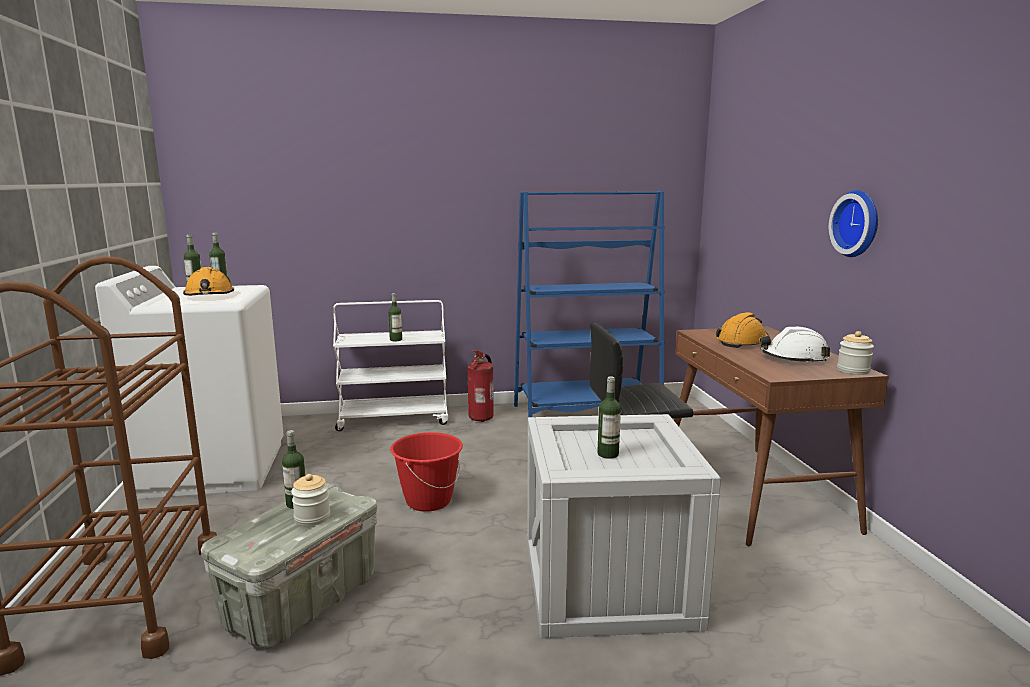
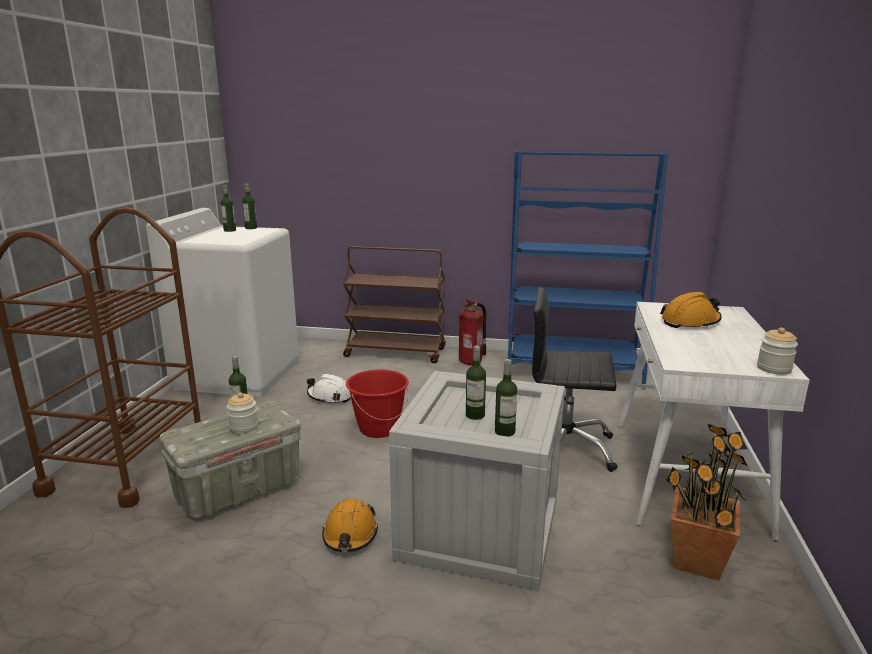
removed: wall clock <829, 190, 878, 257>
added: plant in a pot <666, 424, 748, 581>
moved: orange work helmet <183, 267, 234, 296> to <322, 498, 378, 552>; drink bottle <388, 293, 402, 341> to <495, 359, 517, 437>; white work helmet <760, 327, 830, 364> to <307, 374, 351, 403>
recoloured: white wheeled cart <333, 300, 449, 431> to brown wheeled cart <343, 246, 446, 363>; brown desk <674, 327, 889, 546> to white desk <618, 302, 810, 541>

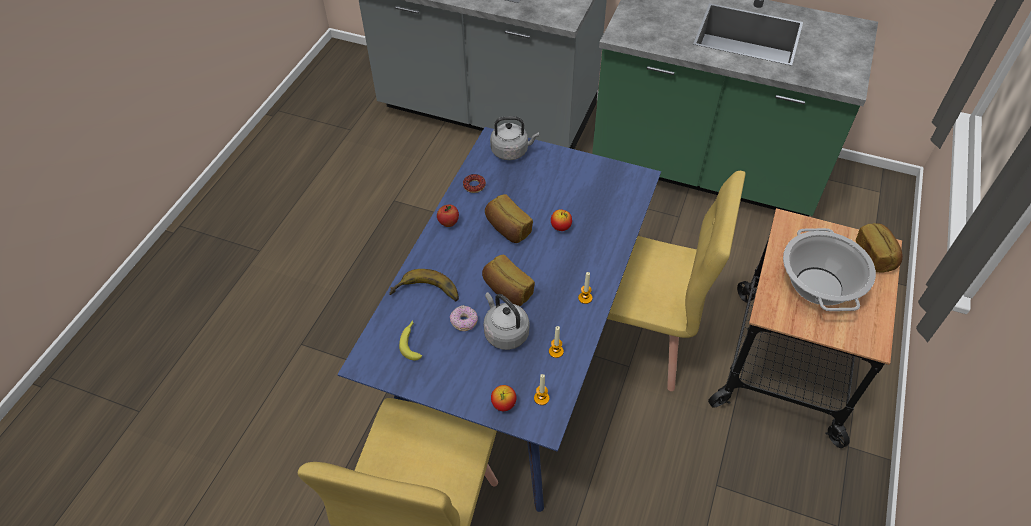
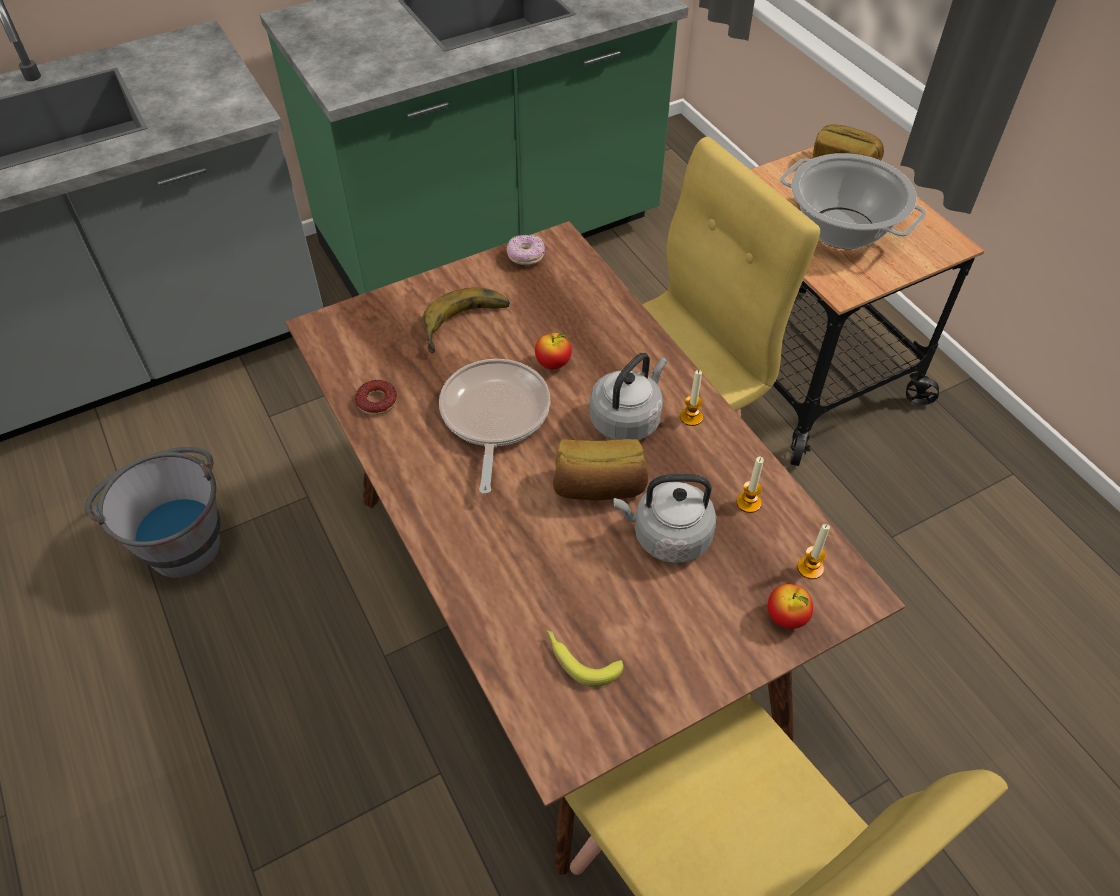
removed: whole apple <437, 205, 459, 227>
added: grey bucket <85, 447, 221, 578>
moved: banana <389, 269, 459, 301> to <422, 287, 510, 353>; ring doughnut <450, 306, 478, 331> to <507, 235, 545, 265>; grey tea kettle <490, 116, 539, 160> to <589, 353, 667, 440>
replaced: bakery bread <485, 194, 533, 243> to pan <439, 359, 550, 494>
recoloured: blue dining table <337, 127, 661, 512> to brown dining table <285, 221, 905, 875>

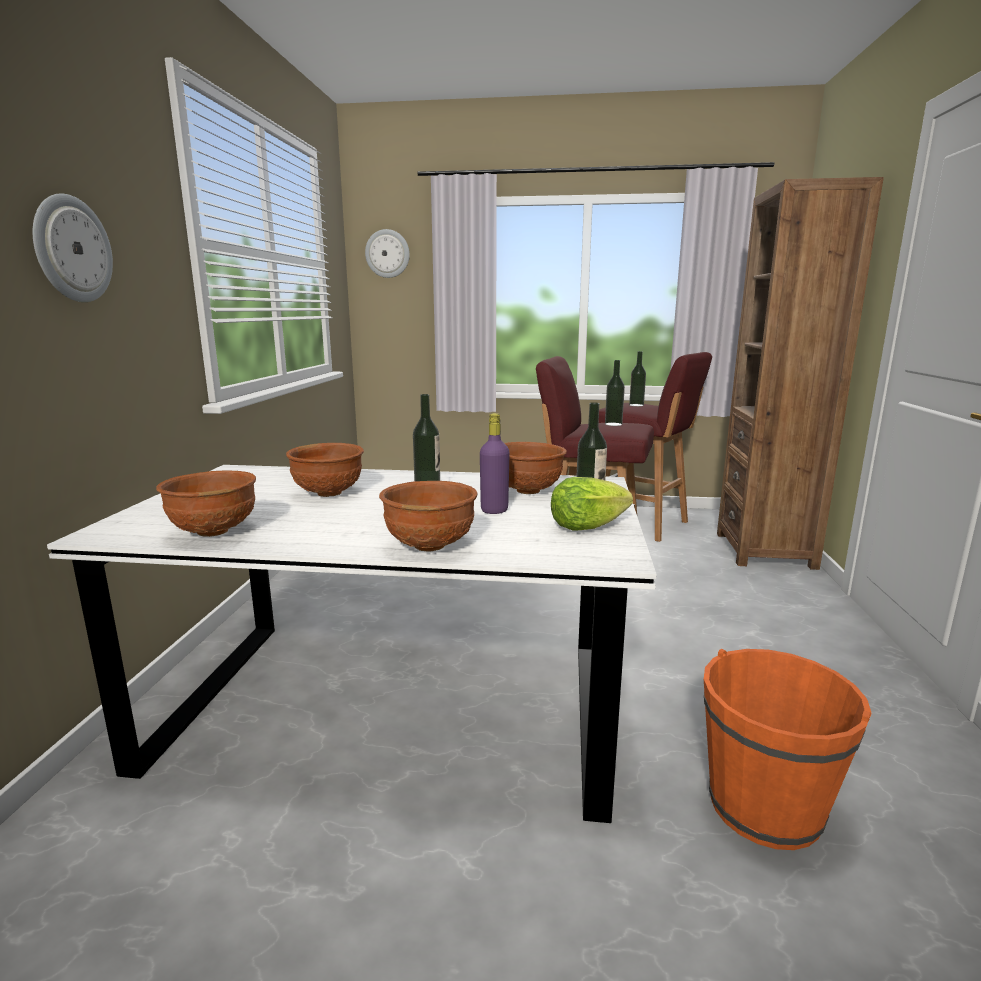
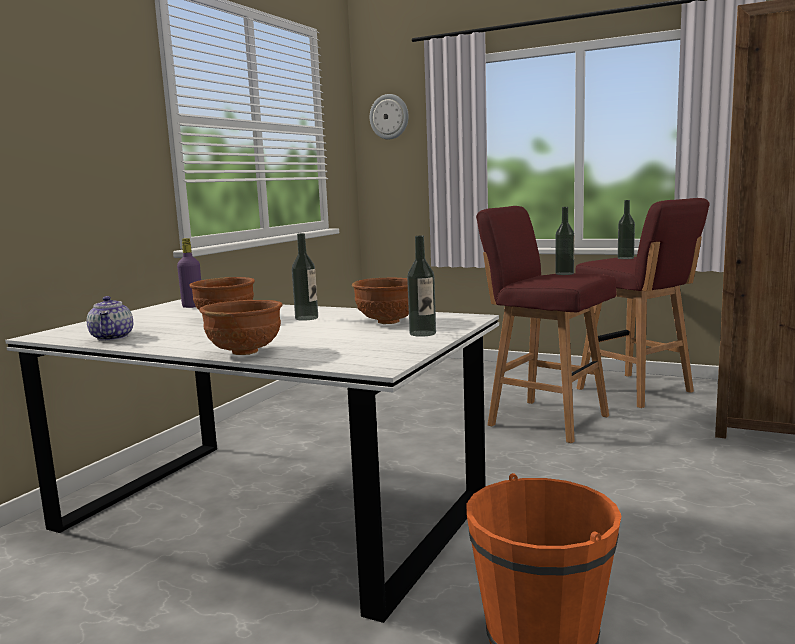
removed: wall clock <33, 193, 113, 302>; lettuce <551, 477, 633, 531>
moved: purple-coloured drink bottle <480, 413, 510, 514> to <177, 238, 201, 308>
replaced: brown bowl <156, 470, 256, 537> to tea pot <87, 296, 133, 341>

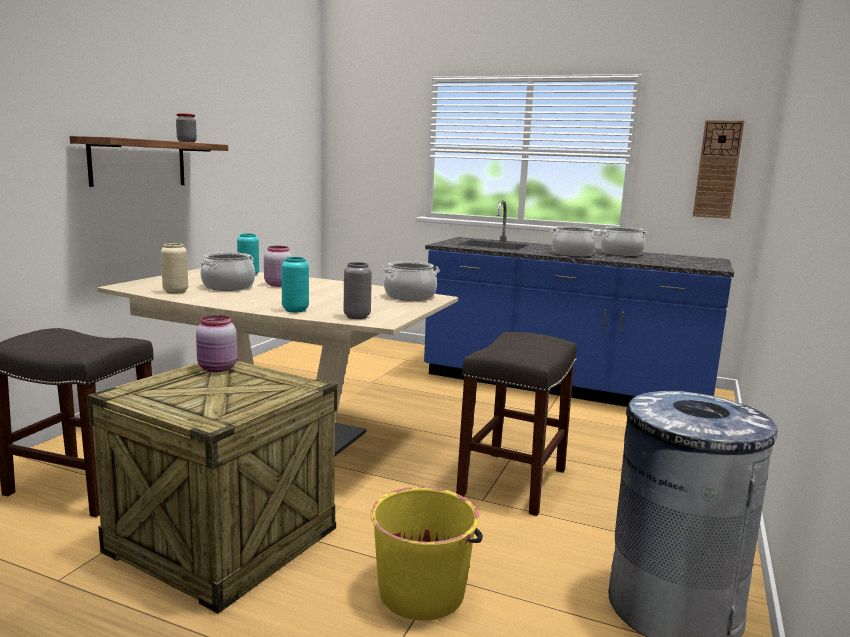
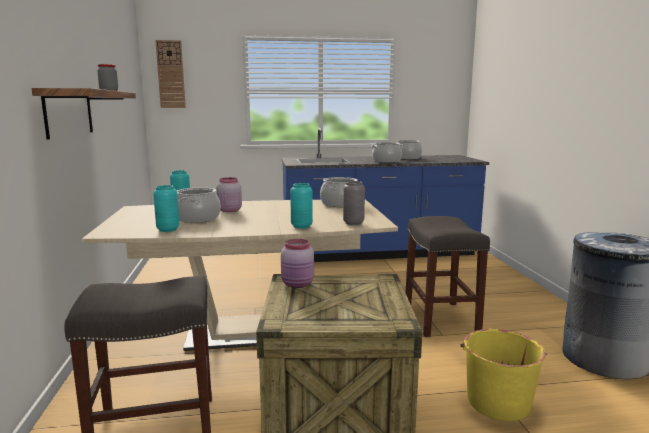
moved: wall clock <693, 120, 745, 219> to <155, 40, 186, 108>
recoloured: beige vase <161, 243, 188, 294> to blue-green vase <153, 185, 179, 232>

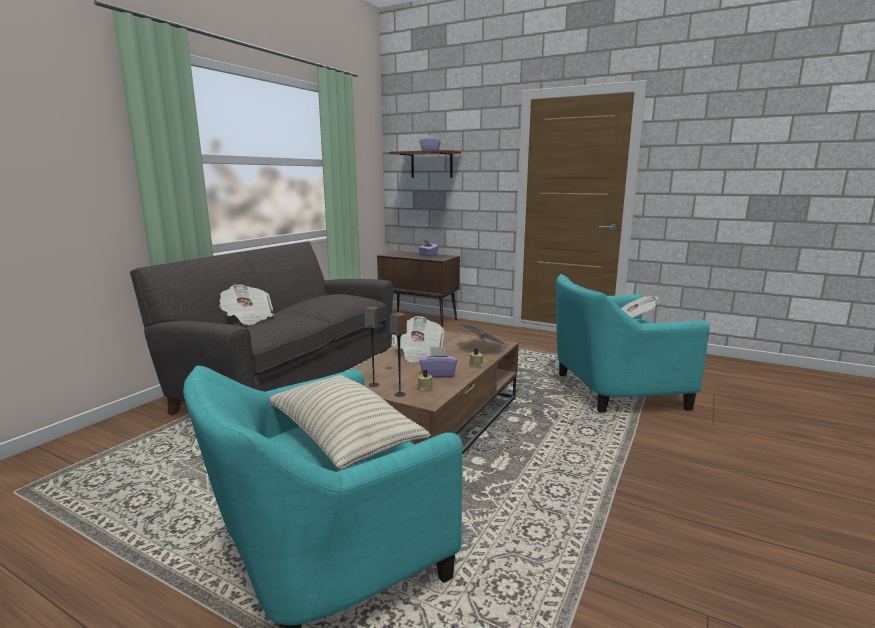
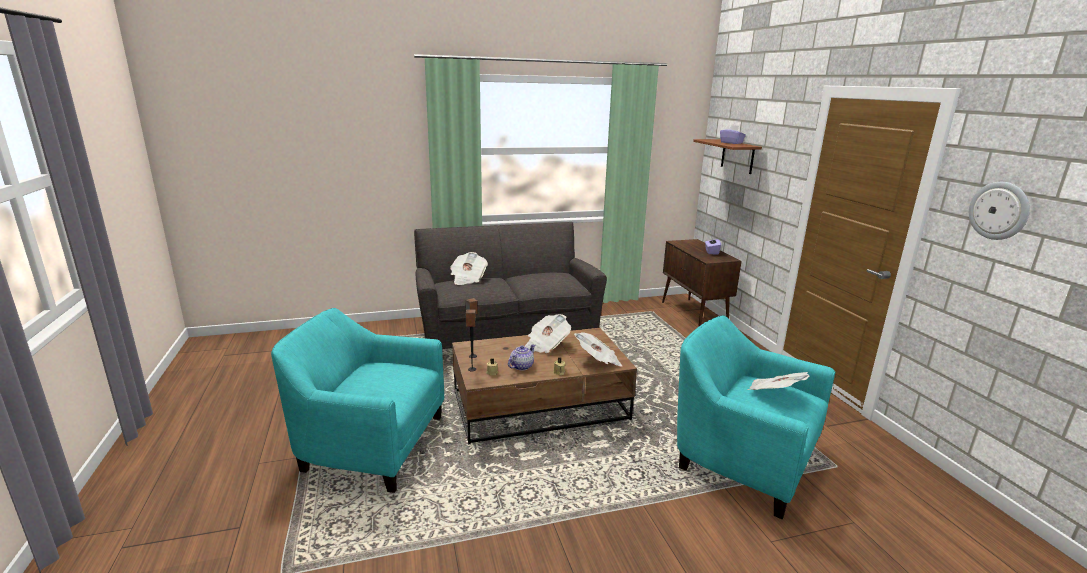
removed: pillow <269, 375, 431, 470>
added: wall clock <969, 182, 1030, 240>
replaced: purple-coloured tissue holder <420, 347, 457, 378> to tea pot <508, 344, 535, 371>

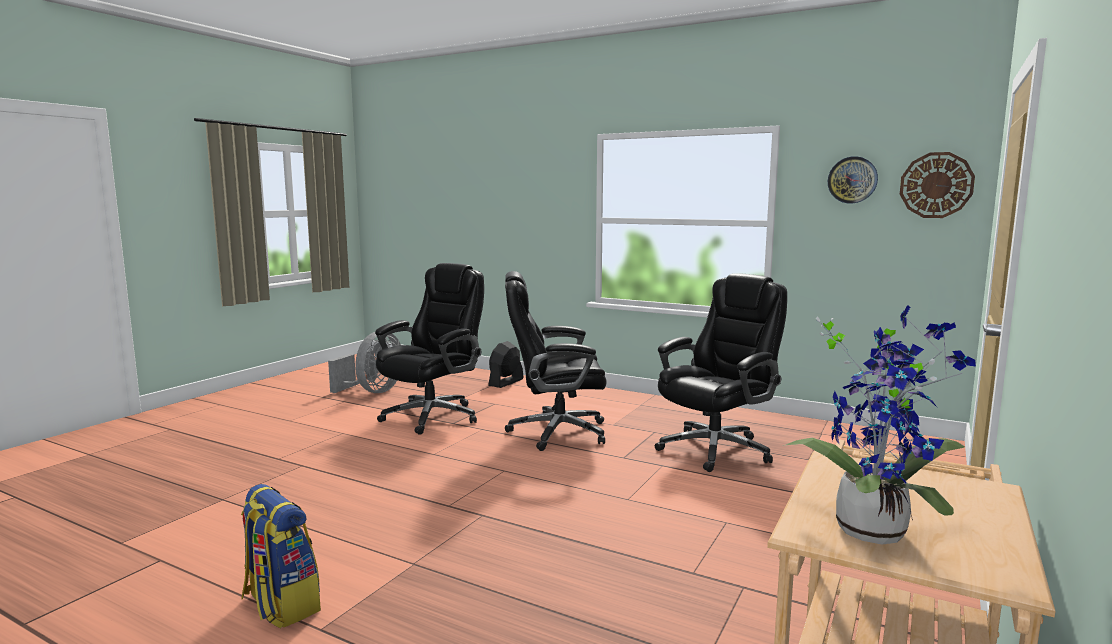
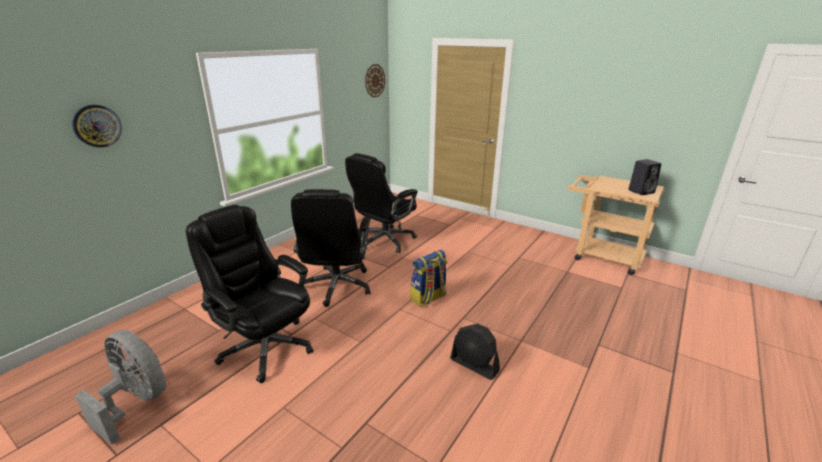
moved: knapsack <241, 484, 321, 629> to <410, 250, 447, 307>; black cooling fan <488, 341, 524, 388> to <450, 324, 500, 380>; wall clock <828, 156, 878, 203> to <72, 105, 122, 147>
replaced: plant in a pot <783, 305, 976, 545> to black speaker <628, 159, 661, 195>
turned: black desk chair <655, 273, 787, 472> = <345, 153, 418, 253> 105 degrees counterclockwise

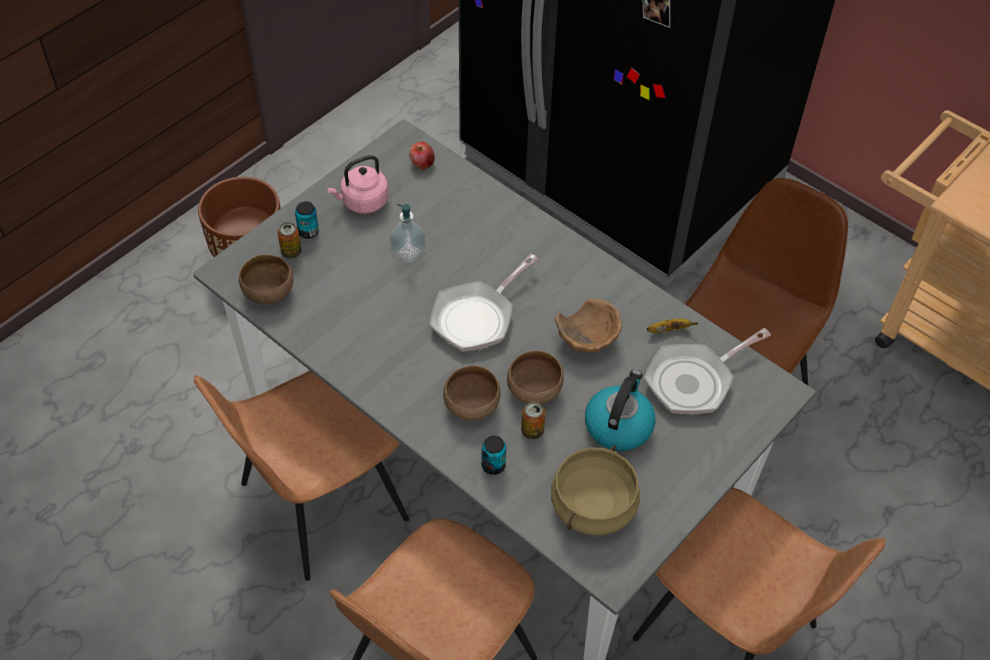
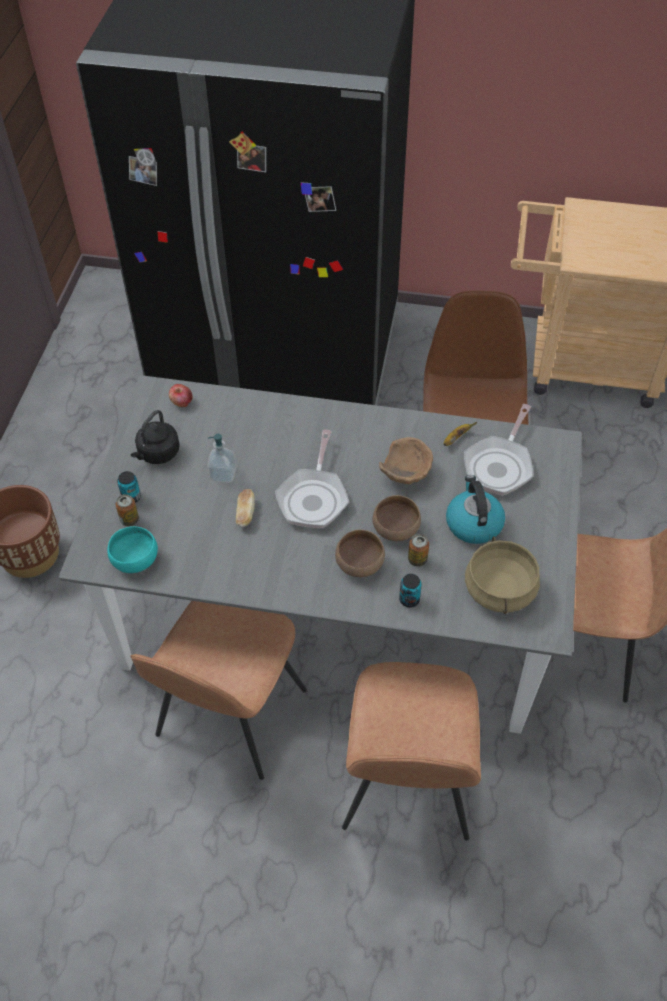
added: bakery bread <236, 489, 255, 527>
recoloured: brown bowl <239, 254, 294, 304> to blue-green bowl <107, 526, 158, 573>; pinkish tea kettle <327, 155, 389, 214> to black tea kettle <131, 410, 180, 464>

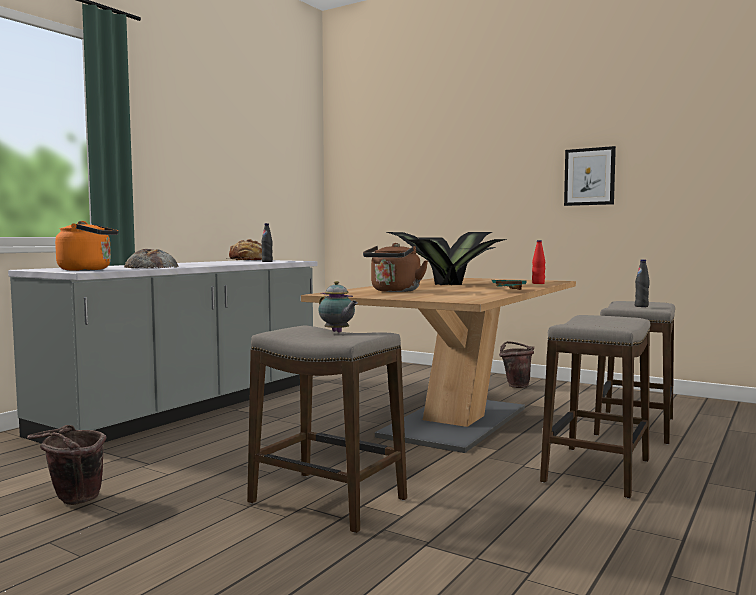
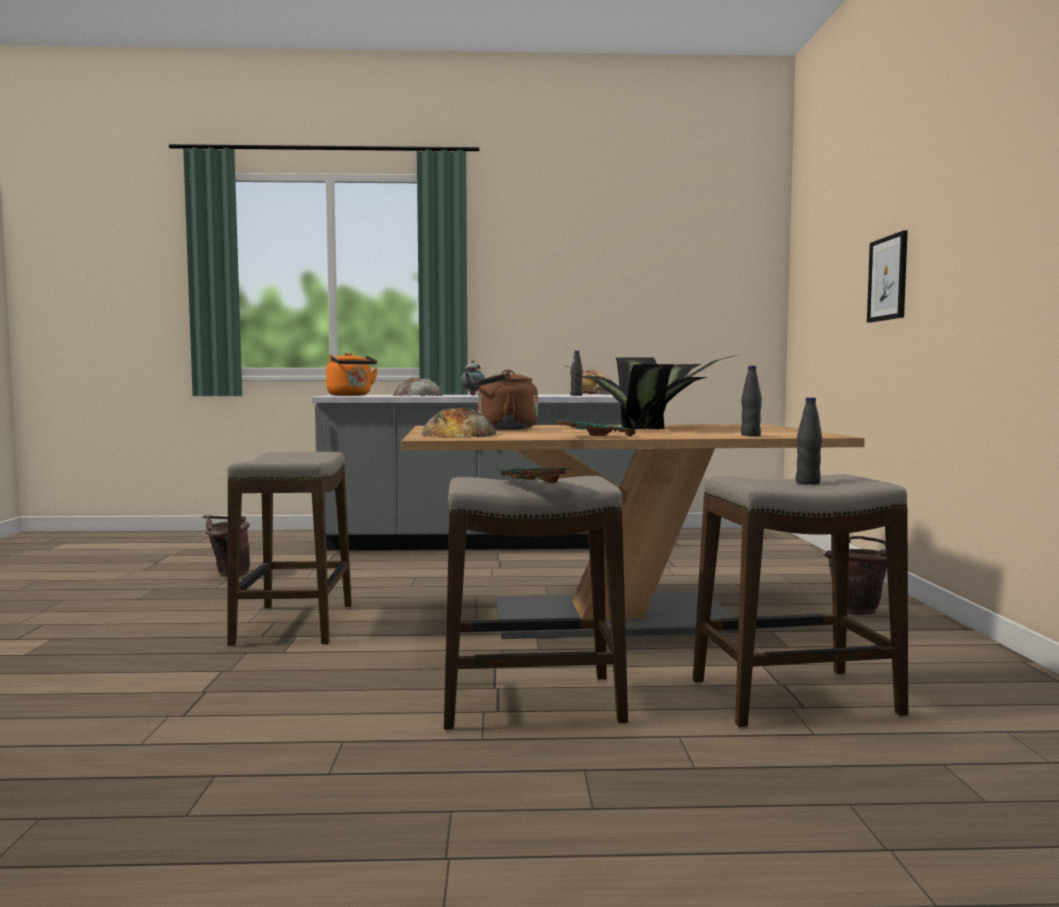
added: bakery bread <421, 408, 496, 438>; green carrying tray <493, 468, 572, 484>
moved: tea pot <318, 281, 358, 332> to <461, 360, 485, 395>; picture <564, 146, 616, 206> to <867, 230, 908, 323>
recoloured: red drink bottle <532, 240, 545, 284> to black drink bottle <741, 366, 762, 436>

